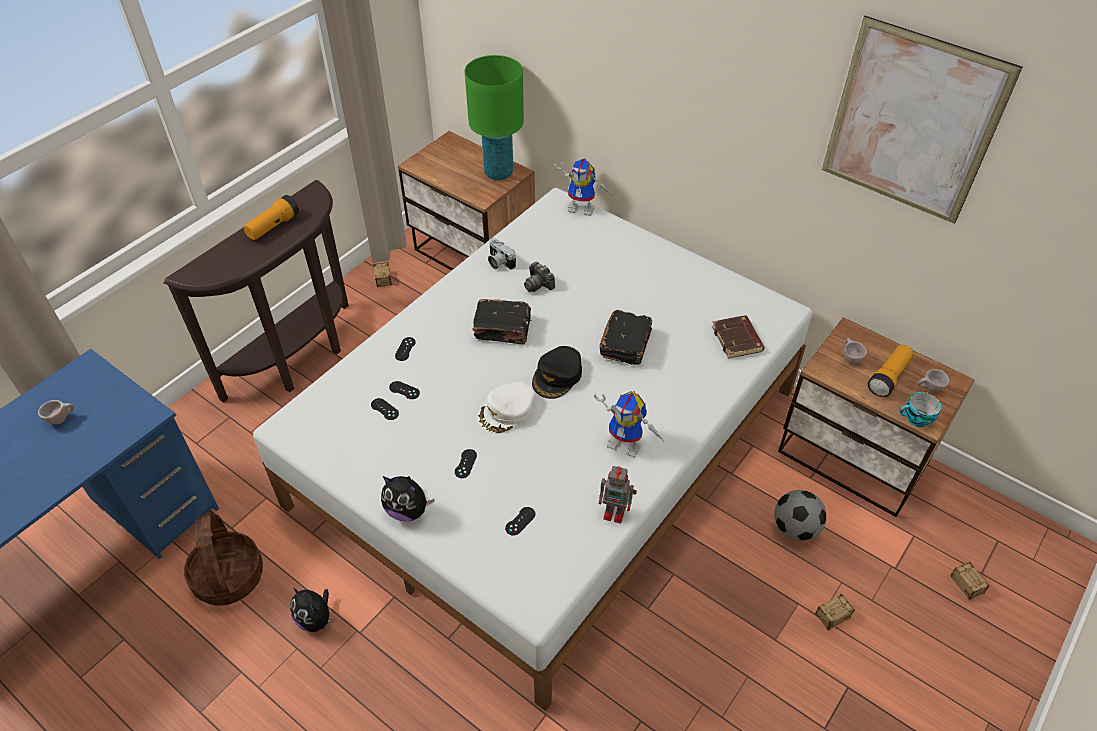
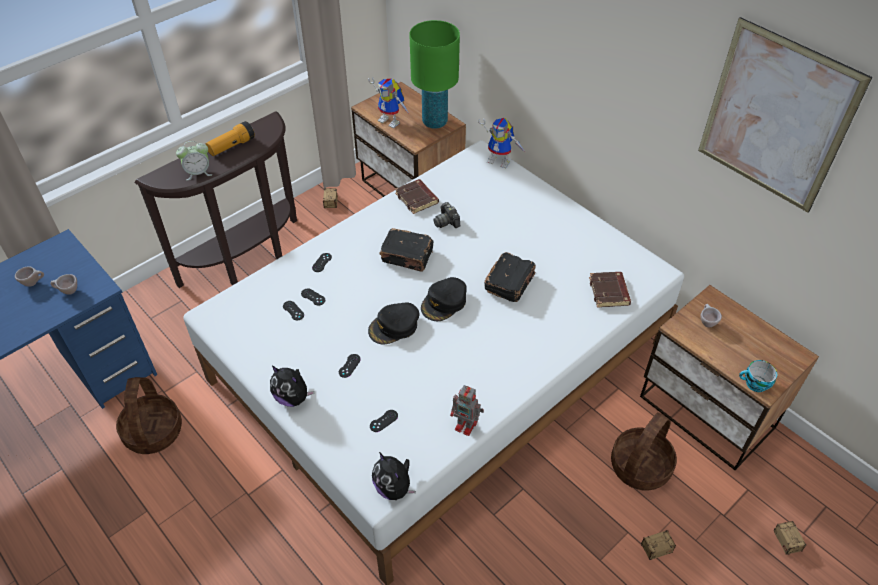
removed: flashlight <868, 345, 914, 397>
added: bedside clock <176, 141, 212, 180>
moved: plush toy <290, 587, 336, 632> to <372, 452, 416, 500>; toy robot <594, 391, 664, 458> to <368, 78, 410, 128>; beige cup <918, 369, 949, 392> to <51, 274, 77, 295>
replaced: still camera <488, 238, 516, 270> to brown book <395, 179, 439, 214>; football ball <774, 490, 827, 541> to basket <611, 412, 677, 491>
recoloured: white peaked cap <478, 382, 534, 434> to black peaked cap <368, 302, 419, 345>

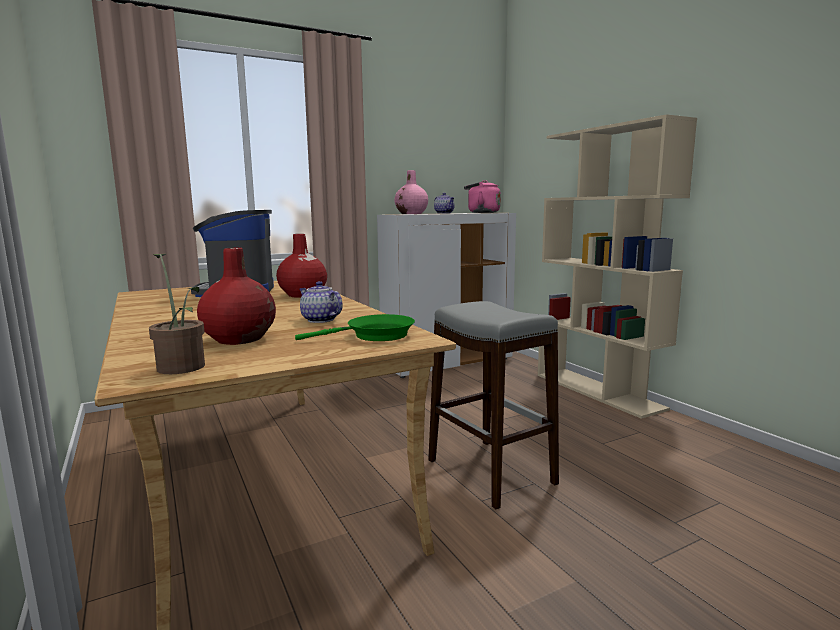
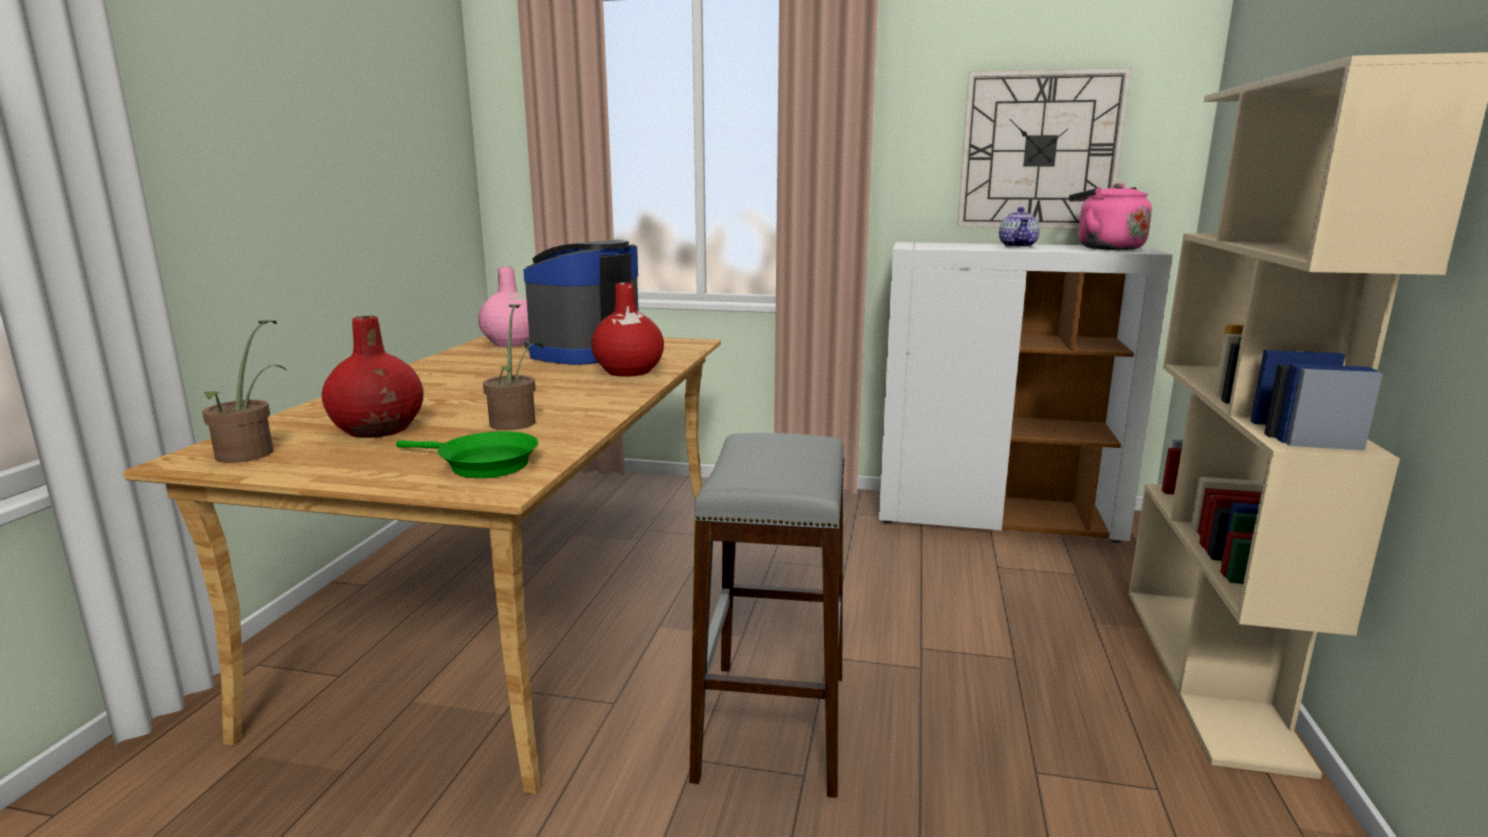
added: wall clock <957, 68, 1132, 229>
moved: pinkish vase <394, 170, 428, 214> to <478, 267, 530, 347>
replaced: tea pot <299, 281, 342, 323> to plant in a pot <483, 304, 543, 430>

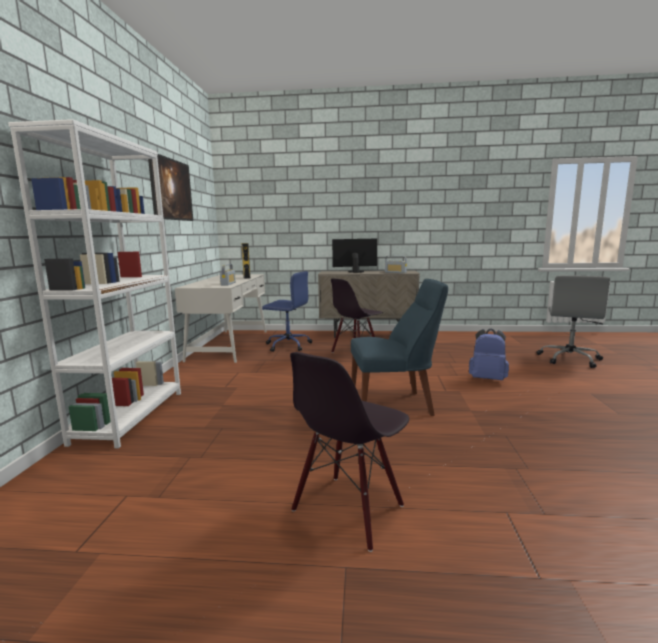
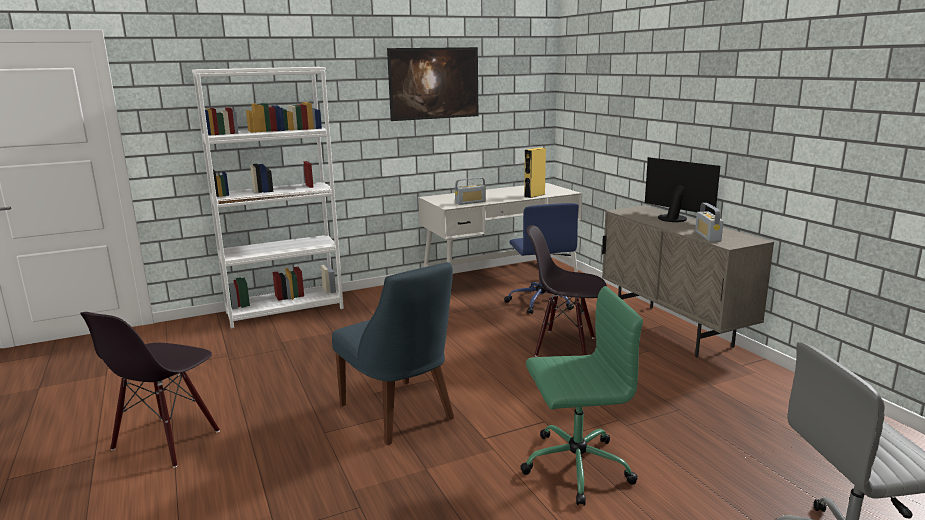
replaced: blue knapsack <469, 329, 509, 380> to green desk chair <520, 286, 643, 506>
turned: black upright chair <290, 352, 409, 552> = <80, 312, 220, 468> 75 degrees counterclockwise

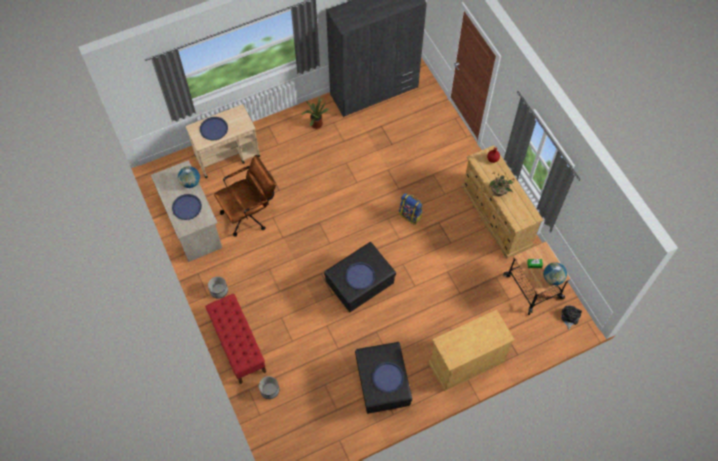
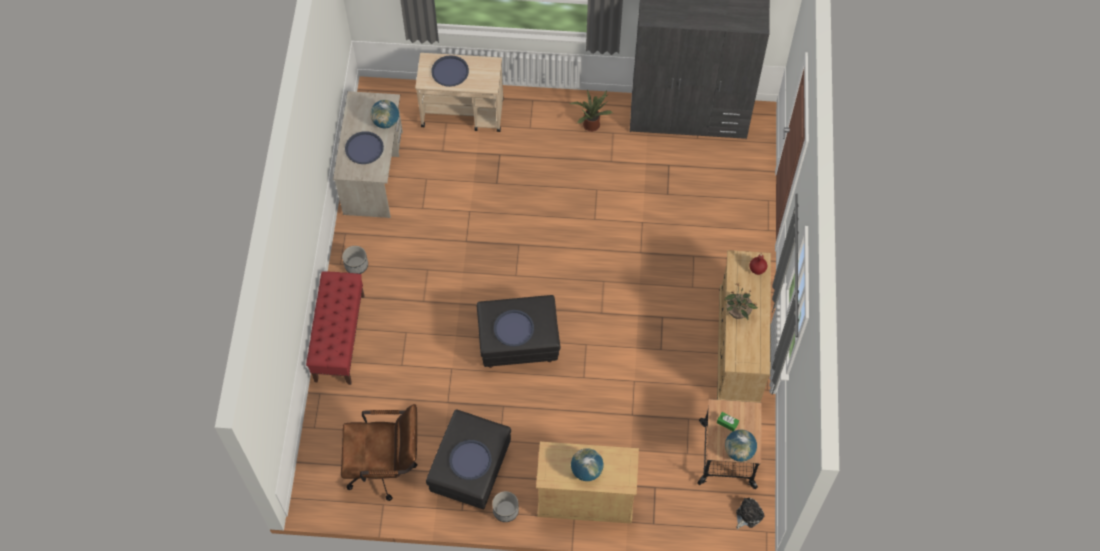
removed: knapsack <399, 193, 423, 225>
added: desk globe <571, 448, 604, 481>
moved: brown desk chair <214, 155, 276, 237> to <341, 404, 418, 501>; plant pot <259, 376, 279, 399> to <492, 491, 519, 522>

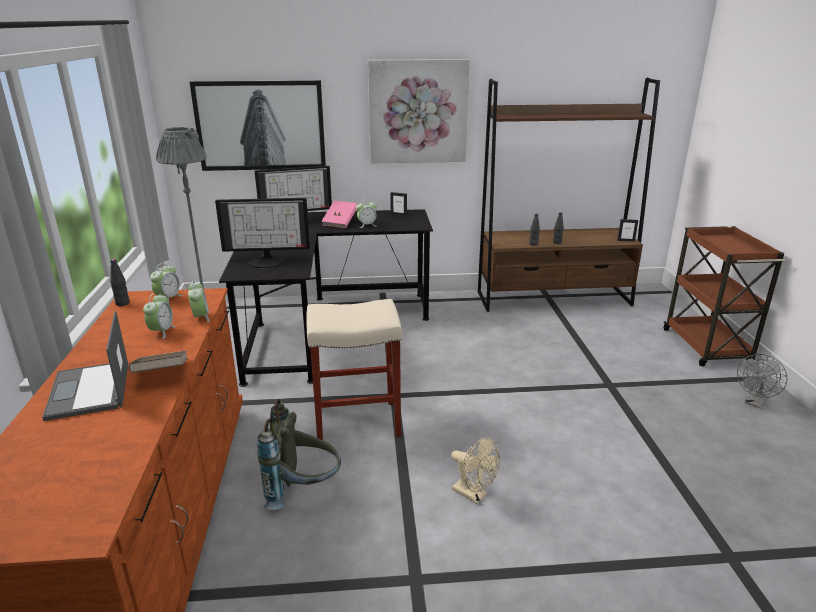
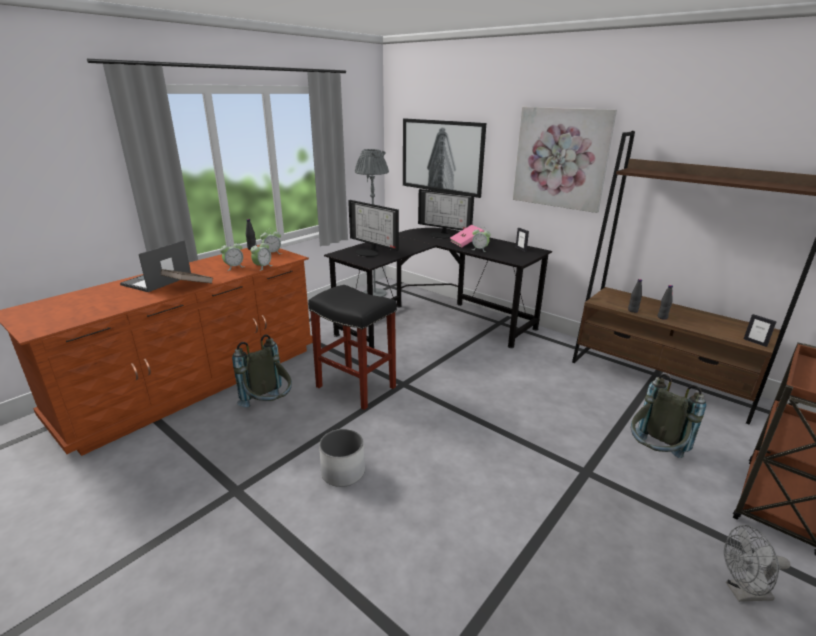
added: grey knapsack <631, 374, 706, 458>
replaced: beige cooling fan <451, 437, 500, 504> to white plant pot <319, 429, 365, 487>
recoloured: beige stool seat <306, 299, 402, 440> to black stool seat <308, 285, 397, 410>

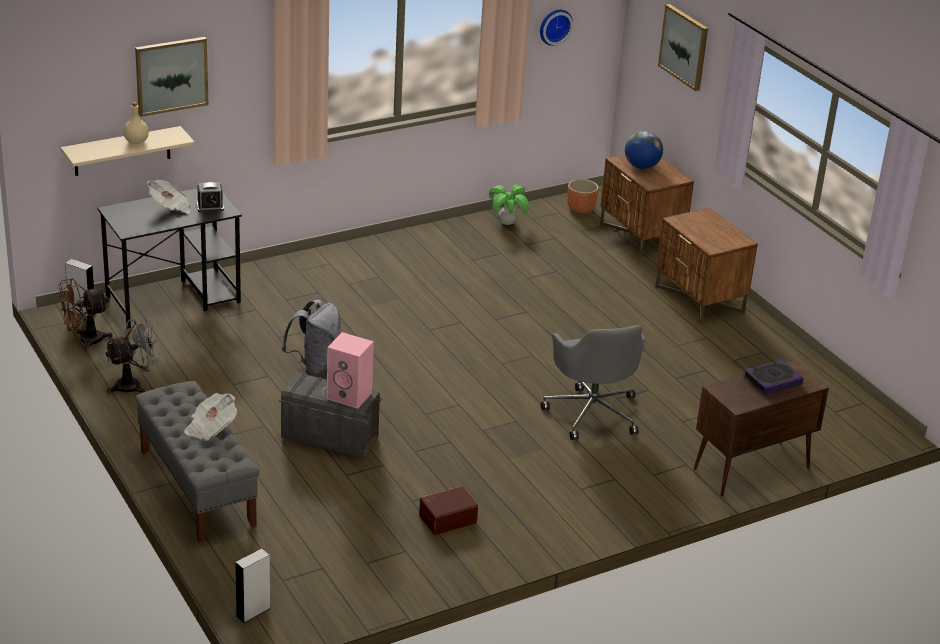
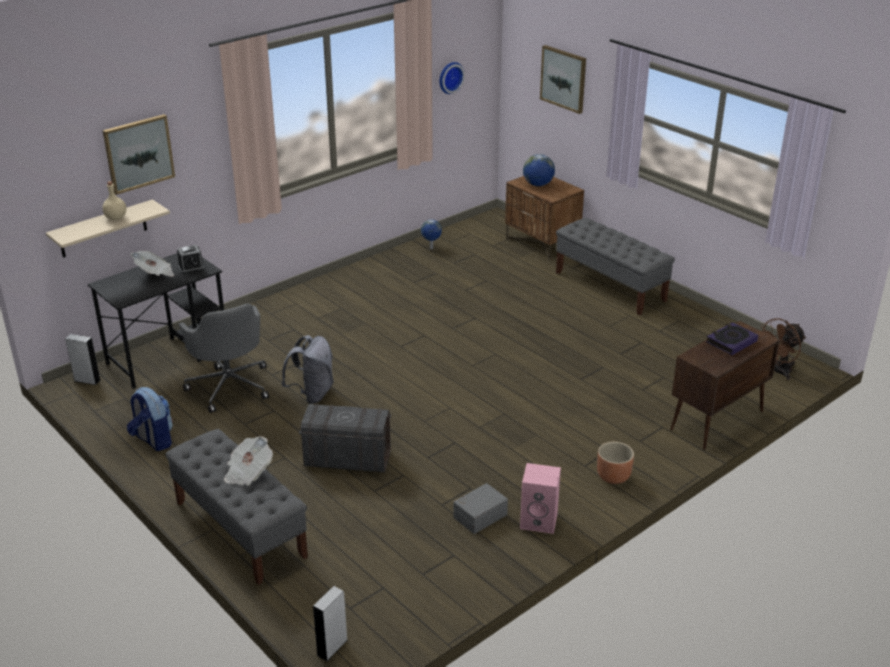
moved: brown cooling fan <58, 278, 113, 351> to <761, 318, 806, 380>; pinkish speaker <327, 332, 374, 409> to <520, 463, 561, 534>; grey desk chair <541, 325, 645, 440> to <179, 304, 269, 413>; brown plant pot <567, 179, 598, 214> to <597, 442, 634, 484>
replaced: grey cooling fan <105, 318, 160, 394> to knapsack <127, 387, 173, 451>; plant in a pot <489, 184, 529, 225> to desk globe <421, 219, 442, 249>; brown bedside table <655, 207, 758, 326> to grey long seat <556, 218, 675, 315>
recoloured: brown storage box <419, 486, 478, 535> to grey storage box <453, 483, 508, 534>

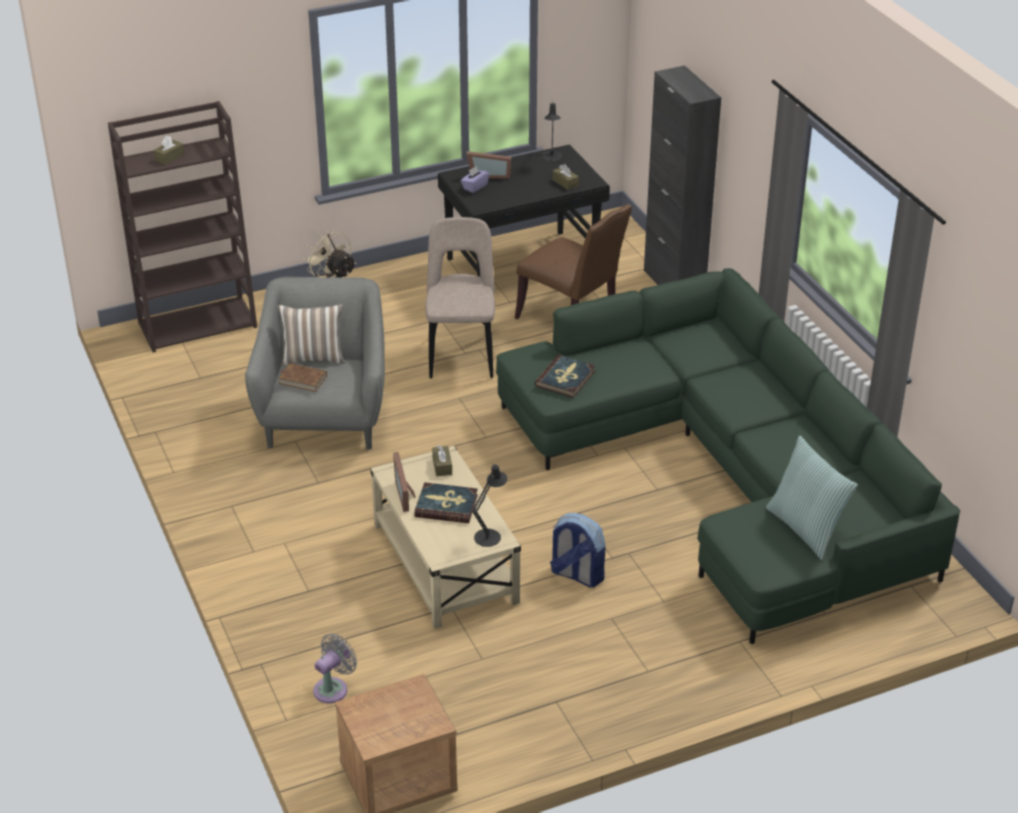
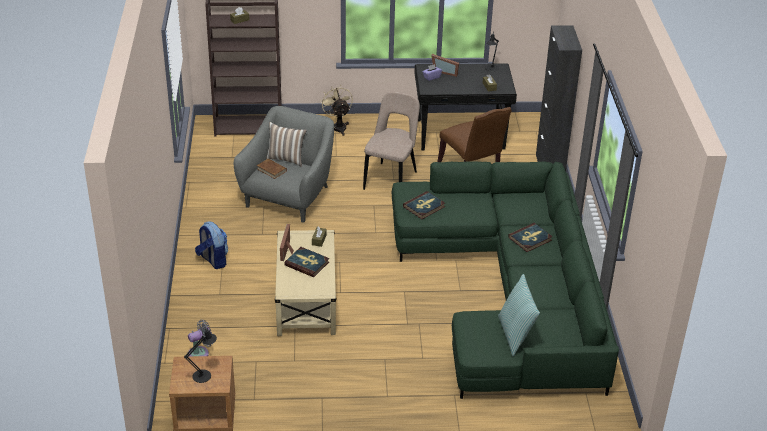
added: book <508, 223, 553, 252>
moved: black tabletop lamp <472, 464, 508, 547> to <184, 329, 217, 383>; knapsack <550, 513, 605, 588> to <195, 221, 228, 269>

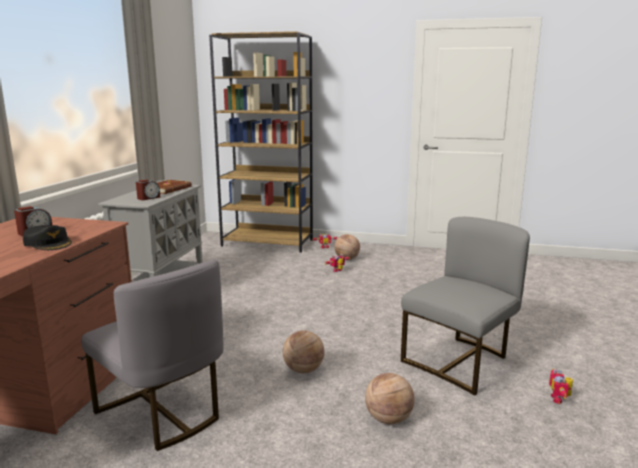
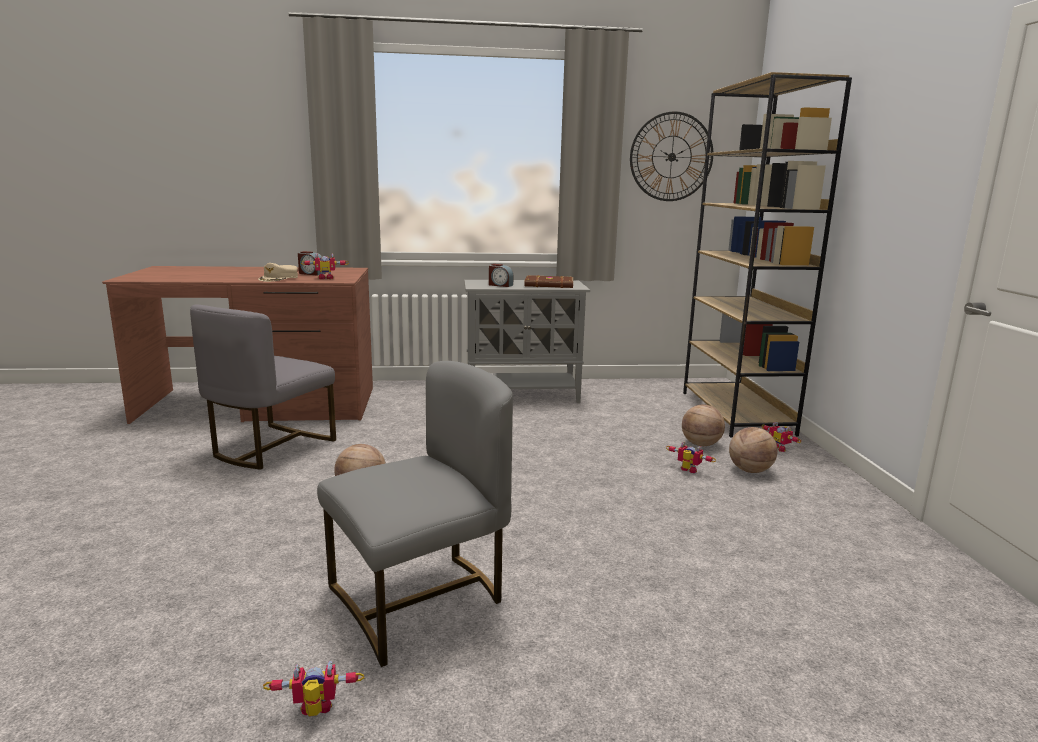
added: toy robot <301, 253, 349, 279>; wall clock <630, 111, 713, 201>
moved: basketball ball <365, 373, 415, 424> to <682, 405, 725, 446>
recoloured: black peaked cap <23, 225, 72, 250> to beige peaked cap <258, 263, 298, 282>
turned: grey upright chair <401, 217, 530, 395> = <317, 361, 513, 667> 60 degrees counterclockwise

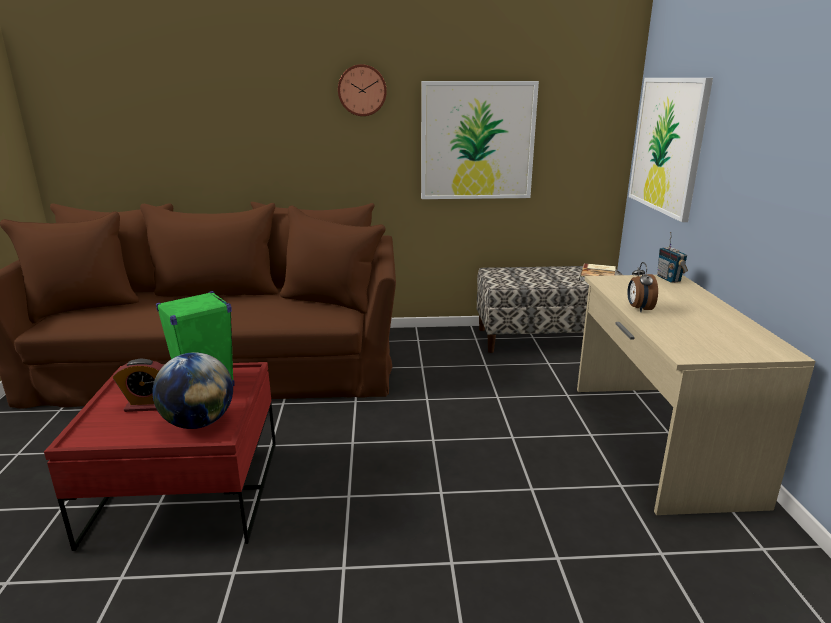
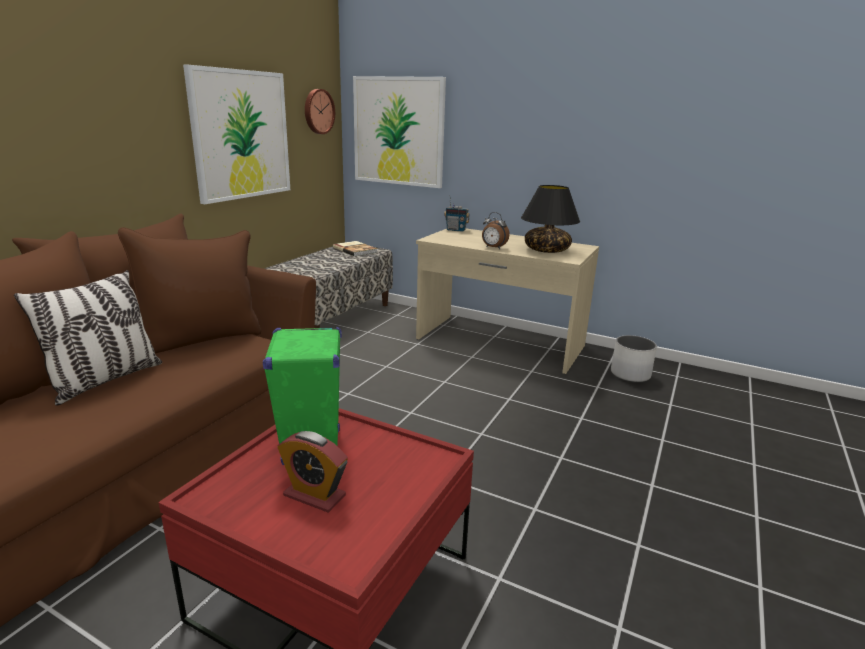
removed: desk globe <152, 352, 233, 429>
added: pillow <14, 270, 162, 406>; black tabletop lamp <521, 185, 580, 253>; white plant pot <611, 335, 657, 383>
moved: wall clock <338, 64, 387, 116> to <305, 89, 335, 134>
turned: bedside clock <113, 359, 164, 412> = <278, 431, 348, 513> 90 degrees clockwise

